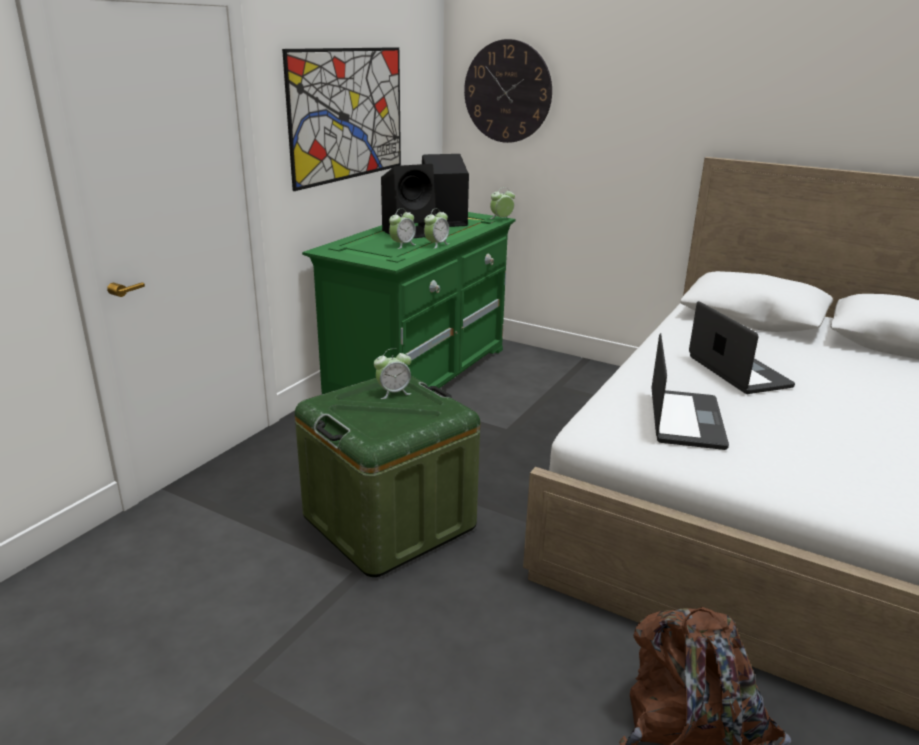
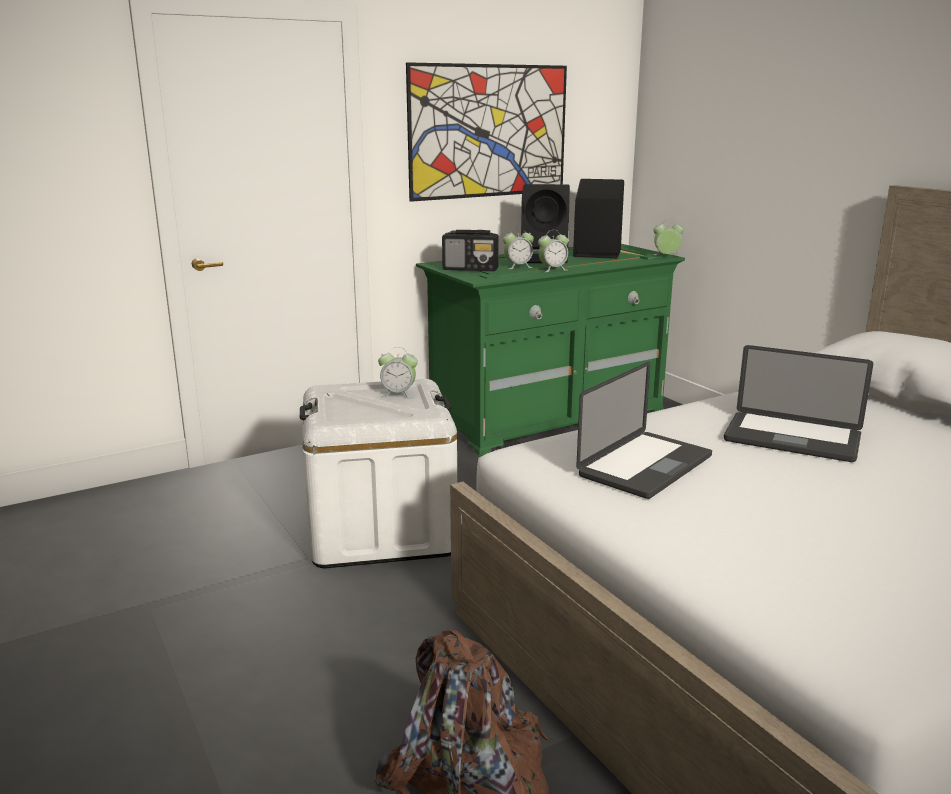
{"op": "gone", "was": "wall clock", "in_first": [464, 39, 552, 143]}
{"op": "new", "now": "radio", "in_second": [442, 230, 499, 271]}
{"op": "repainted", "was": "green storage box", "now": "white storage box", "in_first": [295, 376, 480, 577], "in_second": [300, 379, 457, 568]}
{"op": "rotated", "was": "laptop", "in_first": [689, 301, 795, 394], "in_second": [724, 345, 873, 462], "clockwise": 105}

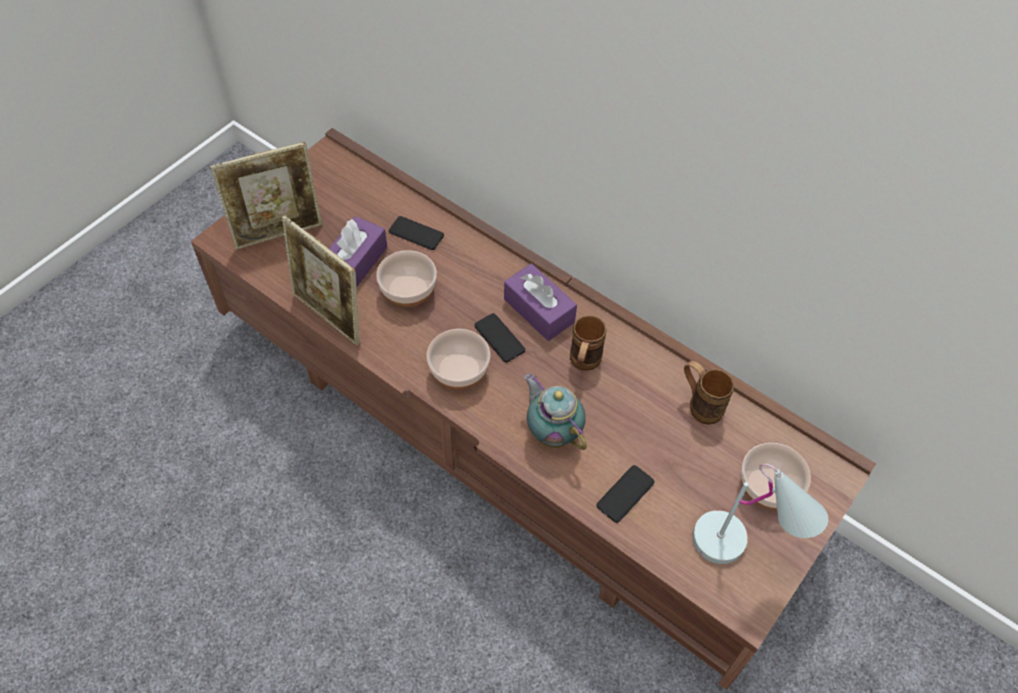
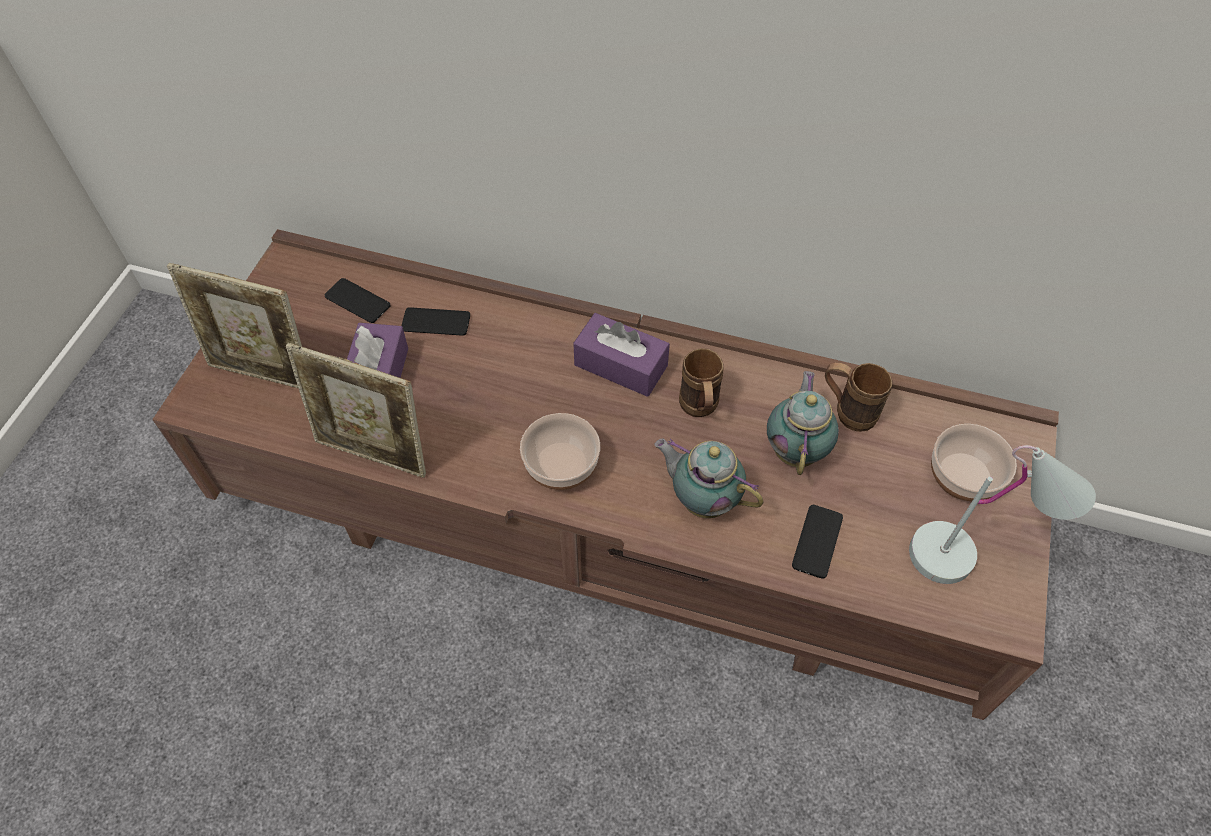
{"op": "gone", "was": "bowl", "in_first": [376, 250, 437, 307]}
{"op": "new", "now": "teapot", "in_second": [767, 371, 839, 475]}
{"op": "shifted", "was": "phone", "in_first": [474, 313, 525, 362], "in_second": [325, 278, 391, 323]}
{"op": "rotated", "was": "picture frame", "in_first": [210, 142, 323, 250], "in_second": [167, 263, 302, 388], "clockwise": 60}

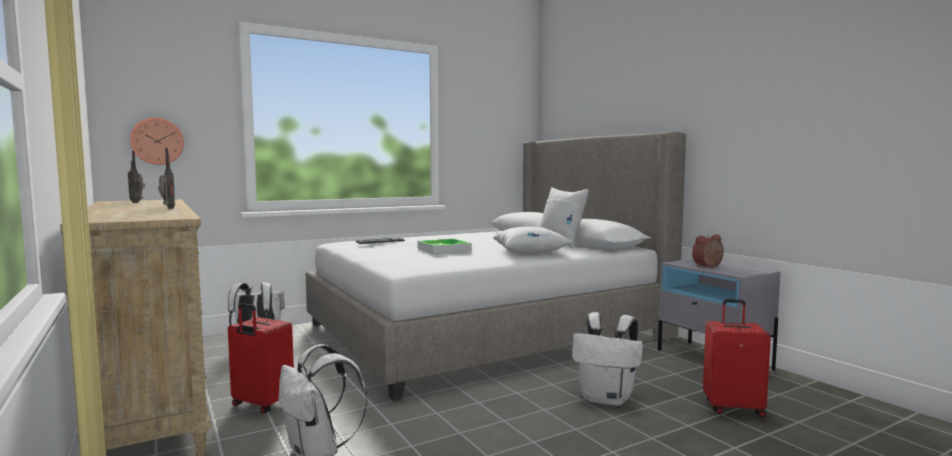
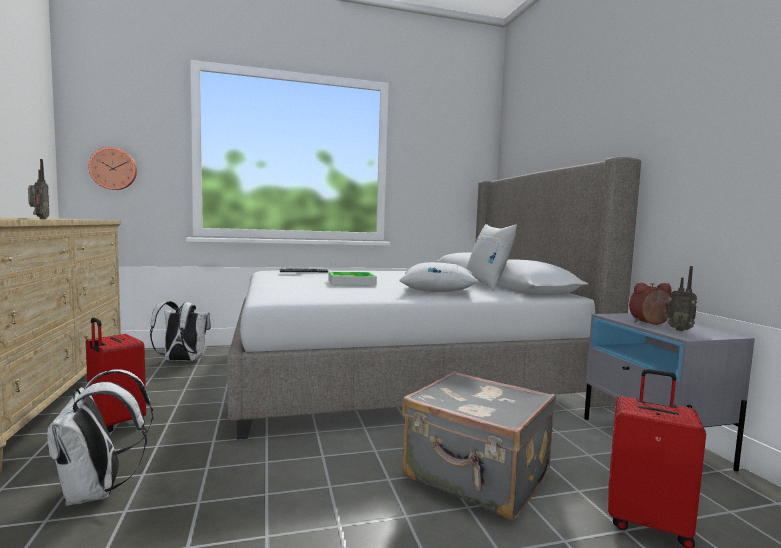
{"op": "shifted", "was": "radio", "in_first": [128, 151, 145, 203], "in_second": [665, 266, 697, 331]}
{"op": "swapped", "was": "white backpack", "now": "grey suitcase", "in_first": [572, 312, 643, 406], "in_second": [402, 371, 556, 520]}

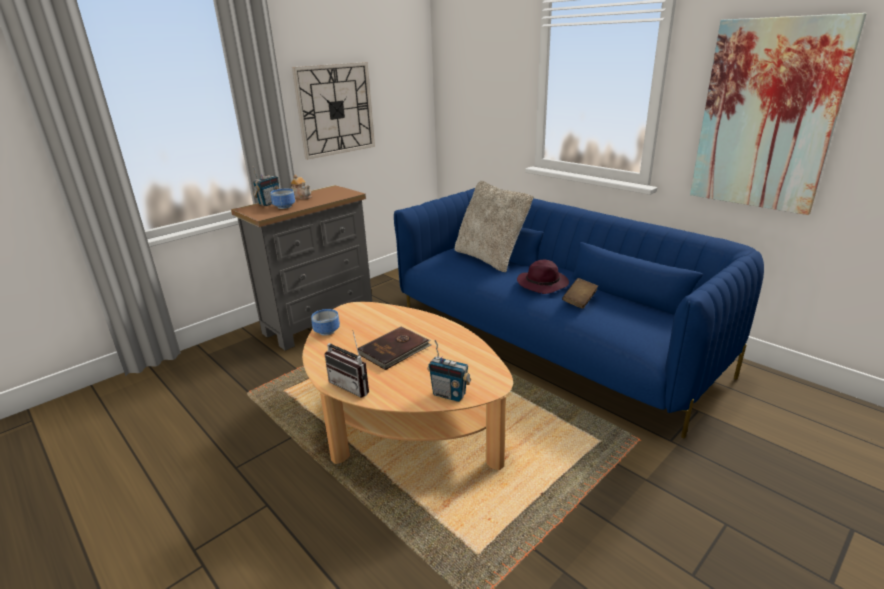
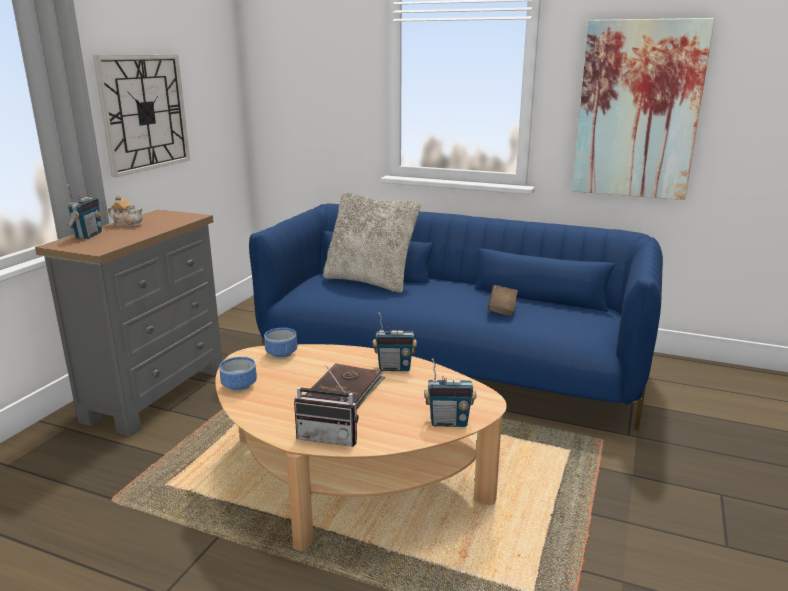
{"op": "gone", "was": "purple hat", "in_first": [517, 260, 569, 294]}
{"op": "new", "now": "radio", "in_second": [373, 312, 417, 371]}
{"op": "shifted", "was": "bowl", "in_first": [270, 189, 295, 209], "in_second": [264, 328, 297, 359]}

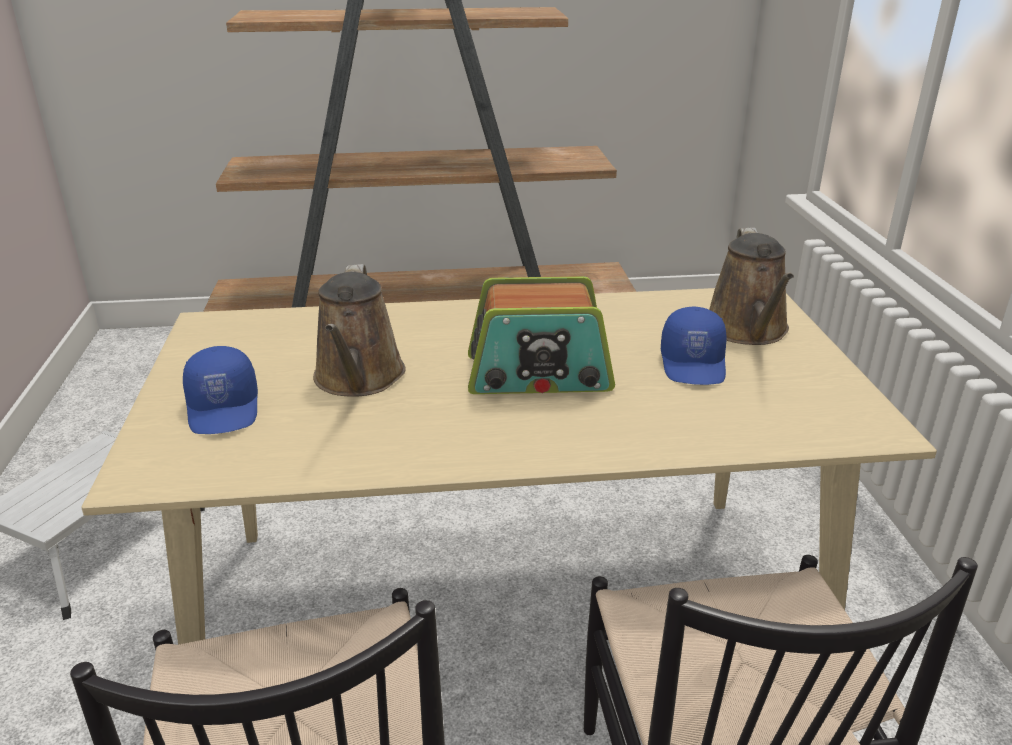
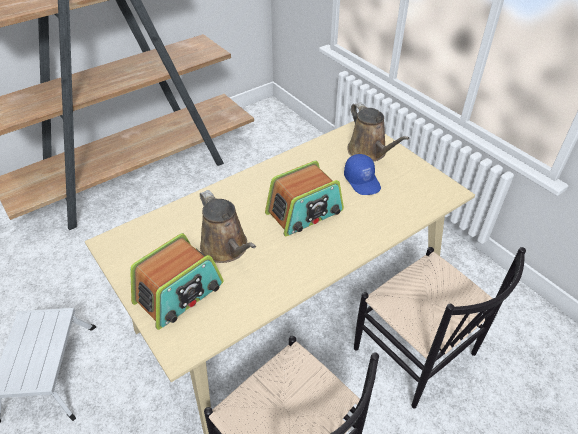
{"op": "swapped", "was": "blue cap", "now": "radio", "in_first": [183, 346, 258, 434], "in_second": [130, 233, 223, 330]}

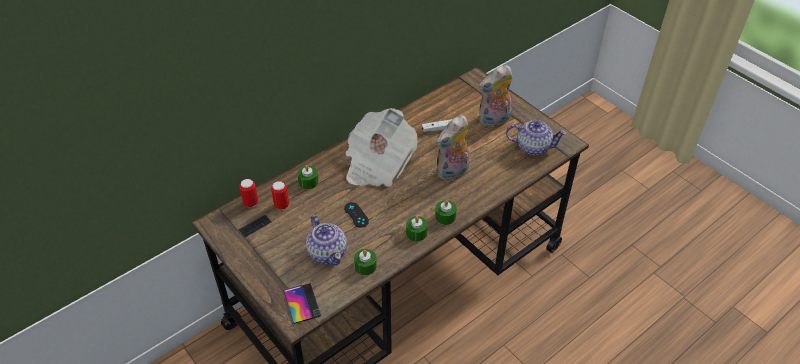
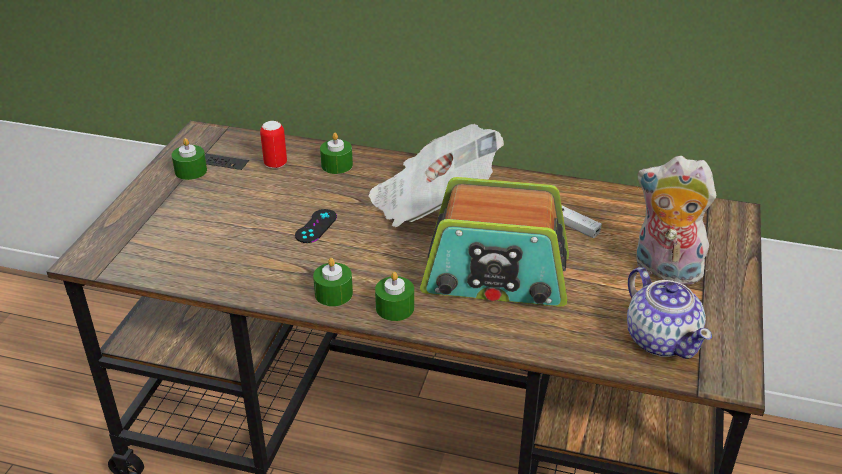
{"op": "gone", "was": "can", "in_first": [239, 179, 258, 207]}
{"op": "gone", "was": "phone", "in_first": [283, 283, 321, 324]}
{"op": "gone", "was": "teapot", "in_first": [306, 215, 347, 266]}
{"op": "shifted", "was": "green candle", "in_first": [354, 249, 377, 275], "in_second": [172, 138, 207, 180]}
{"op": "swapped", "was": "plush toy", "now": "radio", "in_first": [436, 115, 470, 181], "in_second": [420, 177, 569, 307]}

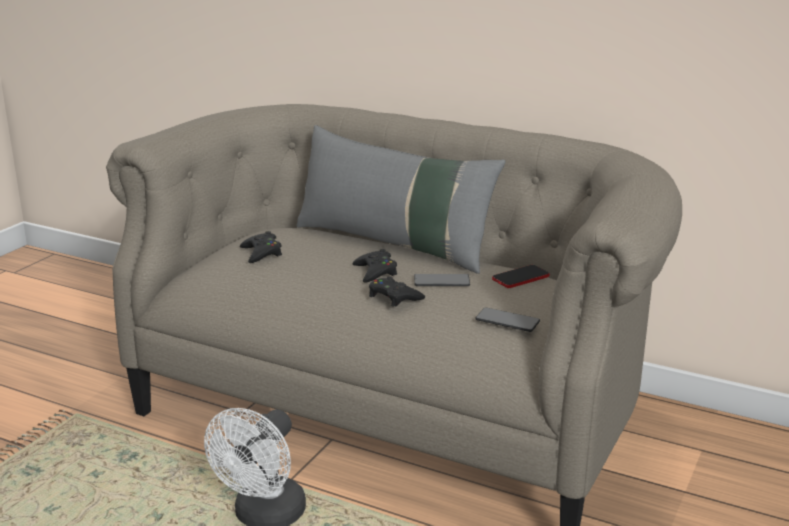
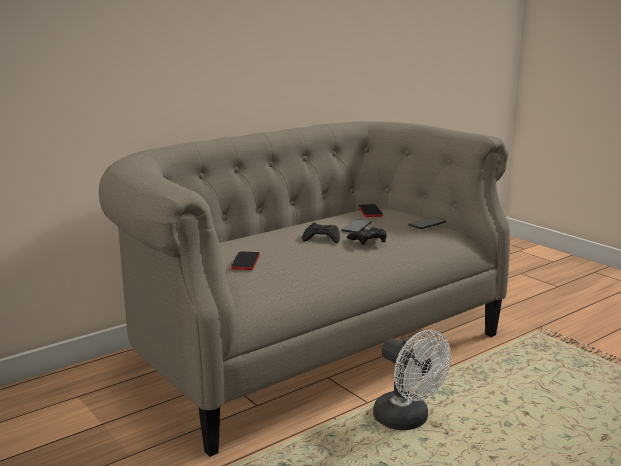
{"op": "gone", "was": "grey pillow", "in_first": [296, 125, 506, 274]}
{"op": "swapped", "was": "black game controller", "now": "phone", "in_first": [240, 231, 282, 263], "in_second": [231, 251, 260, 270]}

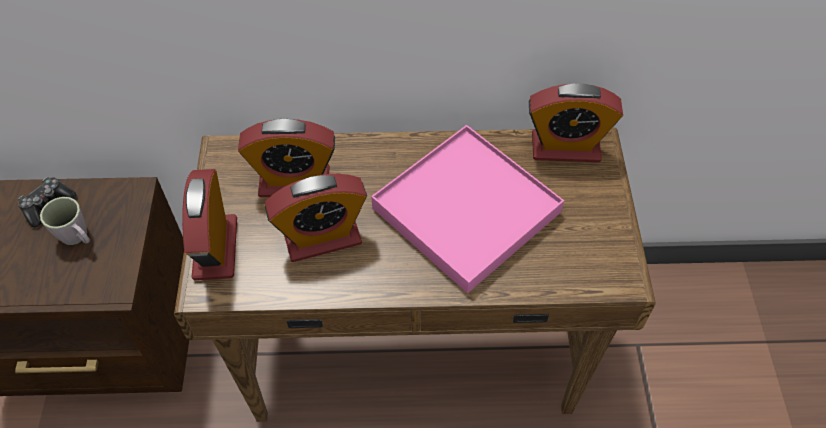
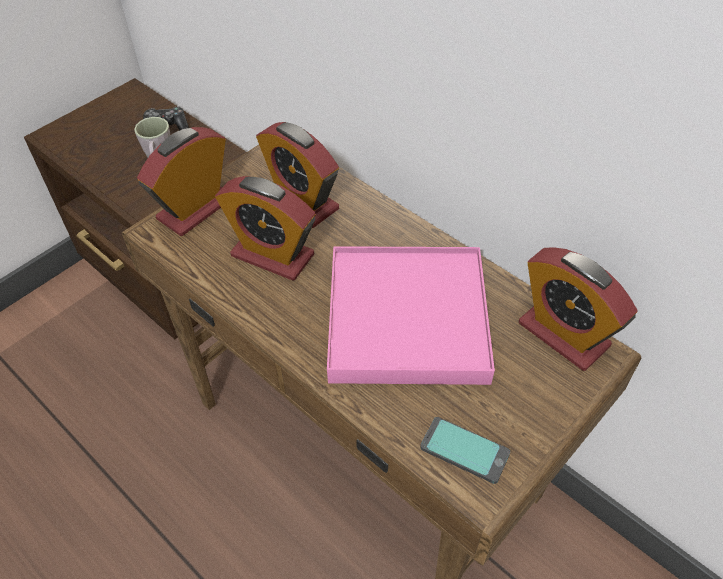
{"op": "new", "now": "phone", "in_second": [420, 417, 510, 484]}

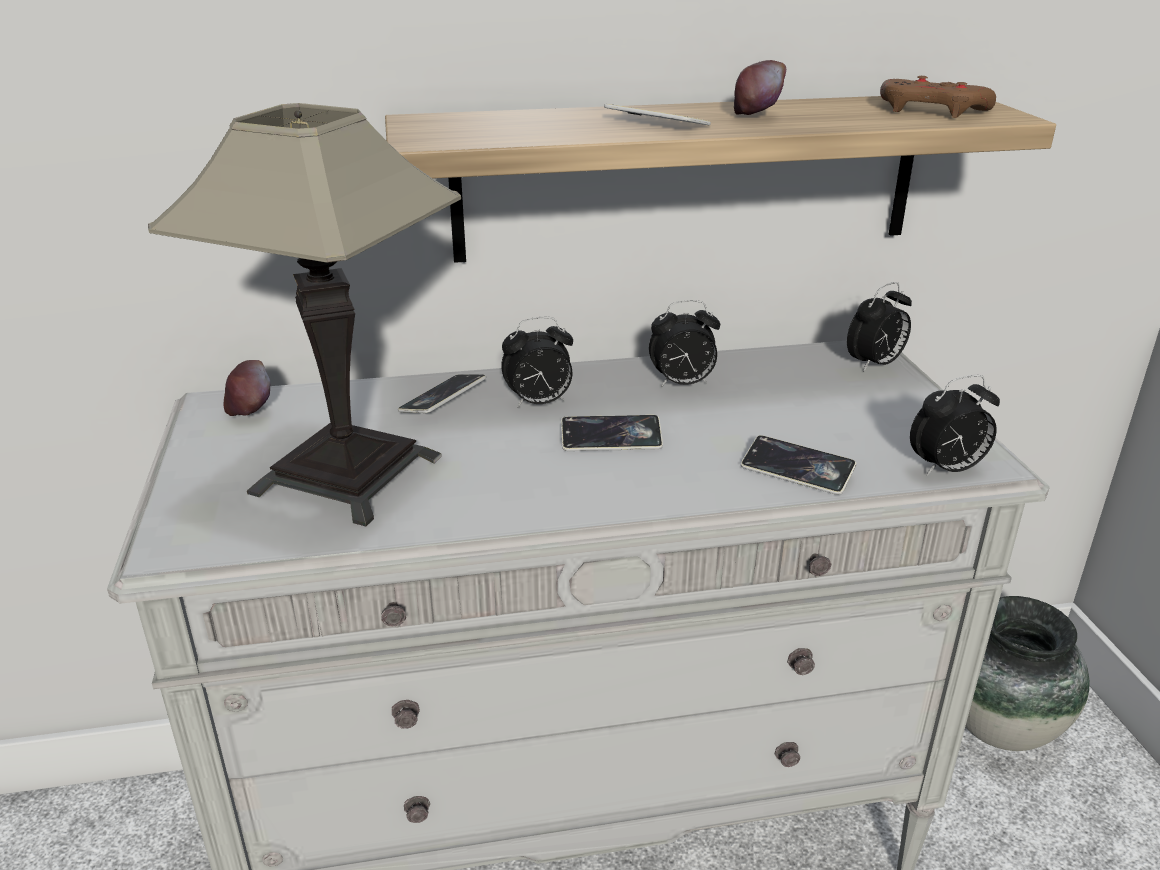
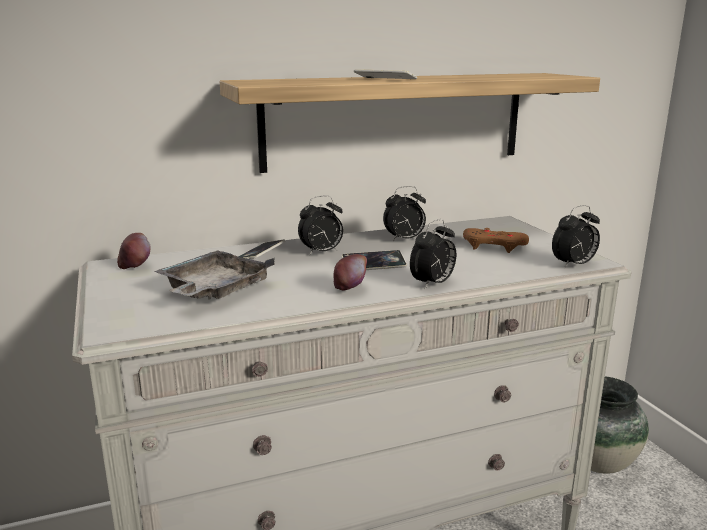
{"op": "gone", "was": "phone", "in_first": [741, 435, 856, 495]}
{"op": "shifted", "was": "apple", "in_first": [734, 60, 786, 115], "in_second": [333, 254, 367, 290]}
{"op": "shifted", "was": "alarm clock", "in_first": [847, 282, 912, 372], "in_second": [410, 219, 456, 289]}
{"op": "shifted", "was": "brown game controller", "in_first": [880, 76, 996, 118], "in_second": [463, 228, 529, 253]}
{"op": "swapped", "was": "table lamp", "now": "grey tray", "in_first": [148, 103, 461, 526], "in_second": [154, 250, 275, 300]}

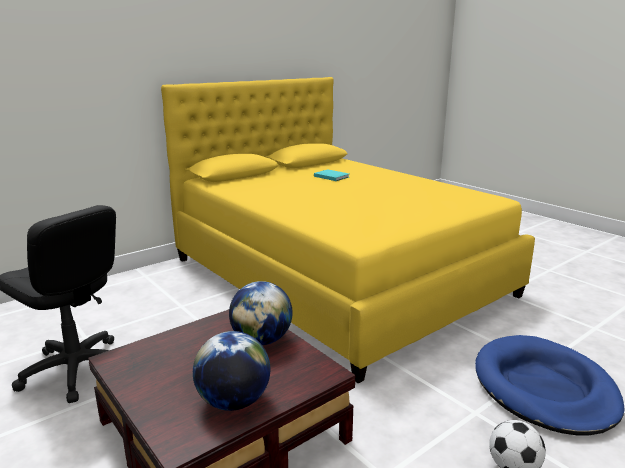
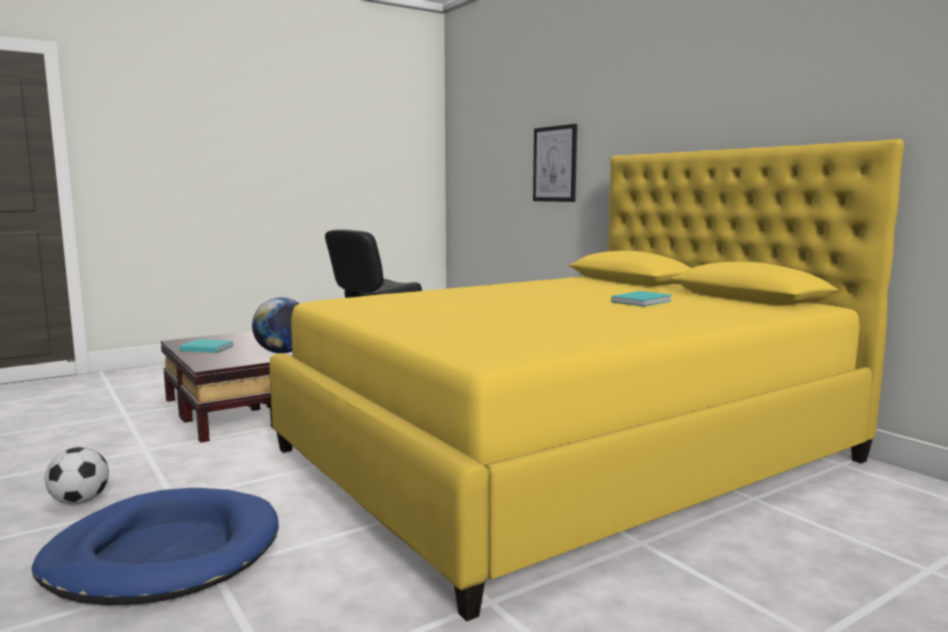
{"op": "new", "now": "picture", "in_second": [533, 124, 577, 202]}
{"op": "swapped", "was": "globe", "now": "turquoise book", "in_first": [193, 331, 270, 411], "in_second": [179, 339, 234, 353]}

